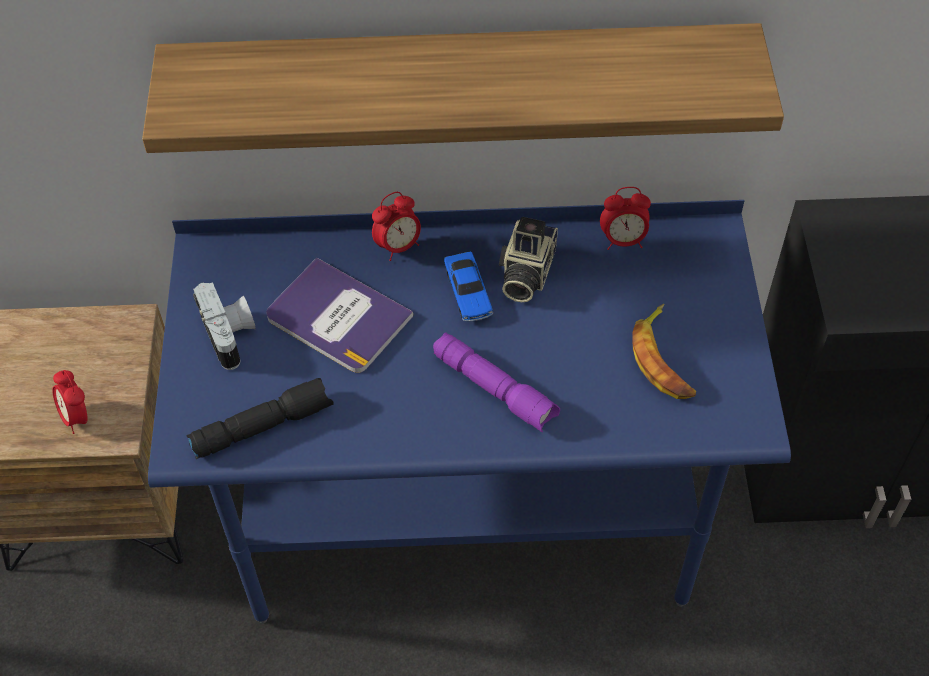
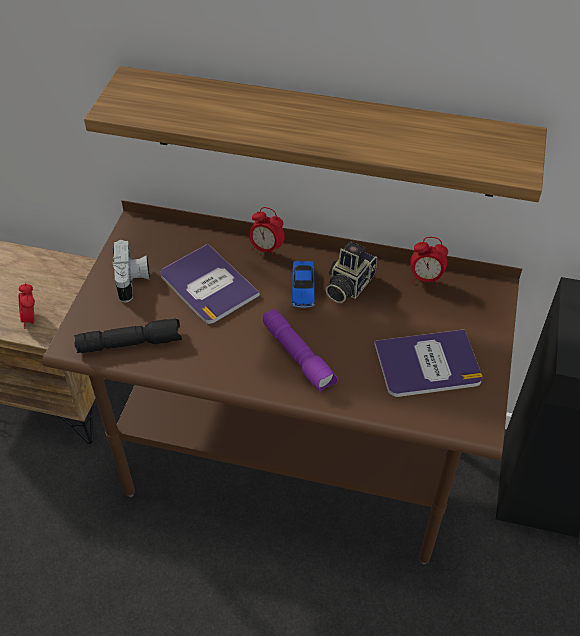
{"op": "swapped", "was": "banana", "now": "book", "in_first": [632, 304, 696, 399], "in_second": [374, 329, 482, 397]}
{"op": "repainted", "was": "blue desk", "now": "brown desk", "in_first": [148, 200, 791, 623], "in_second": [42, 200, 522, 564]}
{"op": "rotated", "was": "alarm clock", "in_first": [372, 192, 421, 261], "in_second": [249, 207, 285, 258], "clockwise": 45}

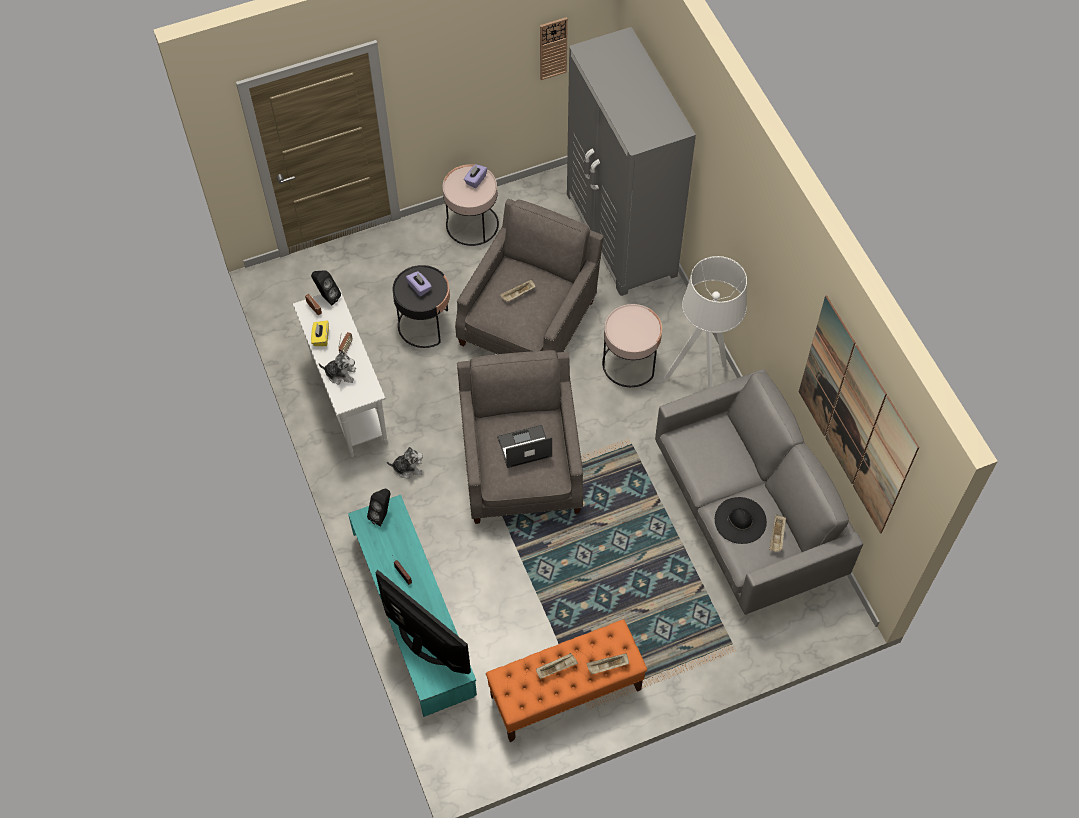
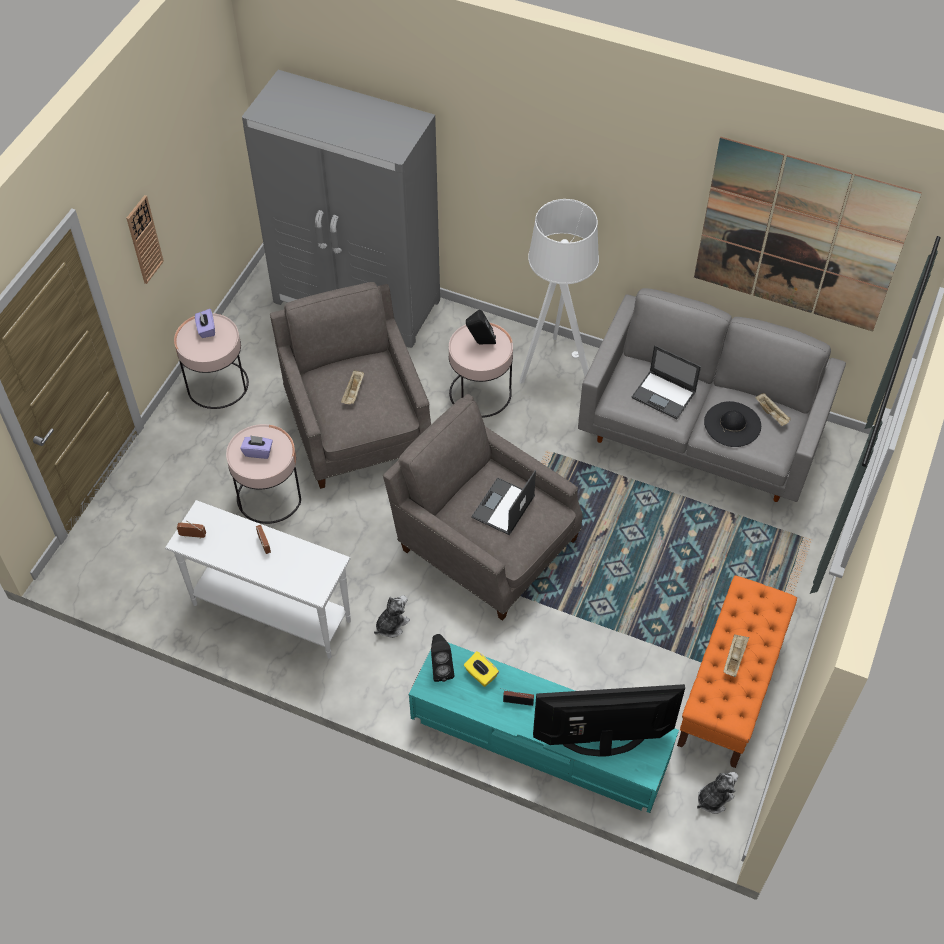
{"op": "gone", "was": "beige tray", "in_first": [587, 653, 629, 674]}
{"op": "new", "now": "laptop", "in_second": [632, 345, 701, 419]}
{"op": "shifted", "was": "black speaker", "in_first": [311, 270, 341, 305], "in_second": [466, 310, 496, 344]}
{"op": "shifted", "was": "yellow tissue box", "in_first": [311, 320, 329, 346], "in_second": [464, 651, 499, 687]}
{"op": "shifted", "was": "plush toy", "in_first": [319, 351, 356, 384], "in_second": [697, 772, 738, 814]}
{"op": "shifted", "was": "wall clock", "in_first": [540, 17, 568, 80], "in_second": [126, 195, 164, 284]}
{"op": "repainted", "was": "black side table", "now": "pink side table", "in_first": [392, 265, 450, 348], "in_second": [226, 424, 301, 524]}

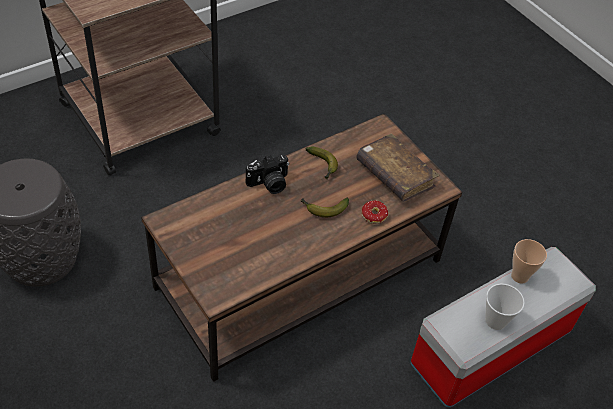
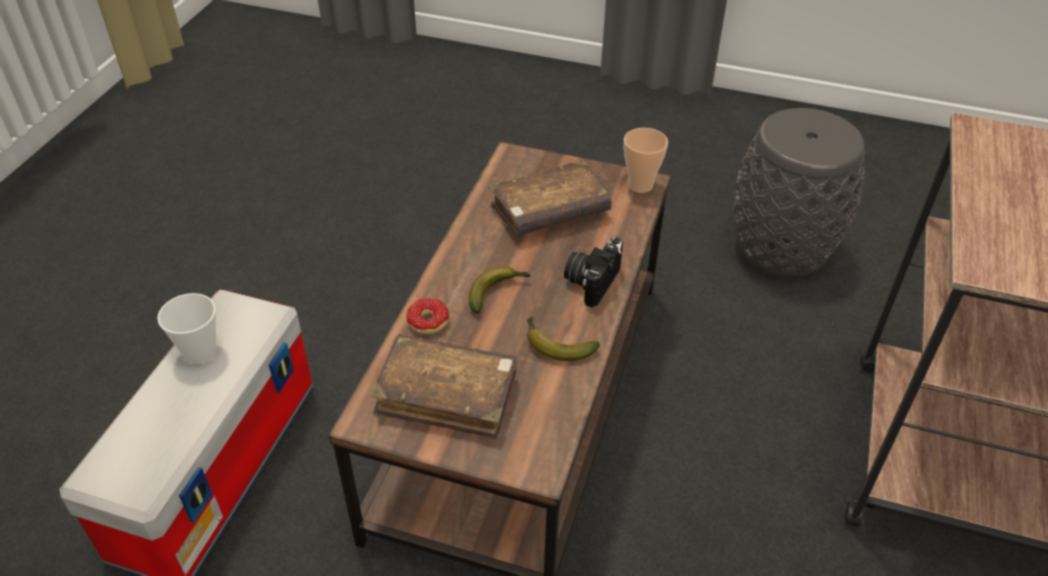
{"op": "new", "now": "brown book", "in_second": [488, 159, 612, 236]}
{"op": "shifted", "was": "cup", "in_first": [511, 239, 547, 284], "in_second": [624, 128, 668, 193]}

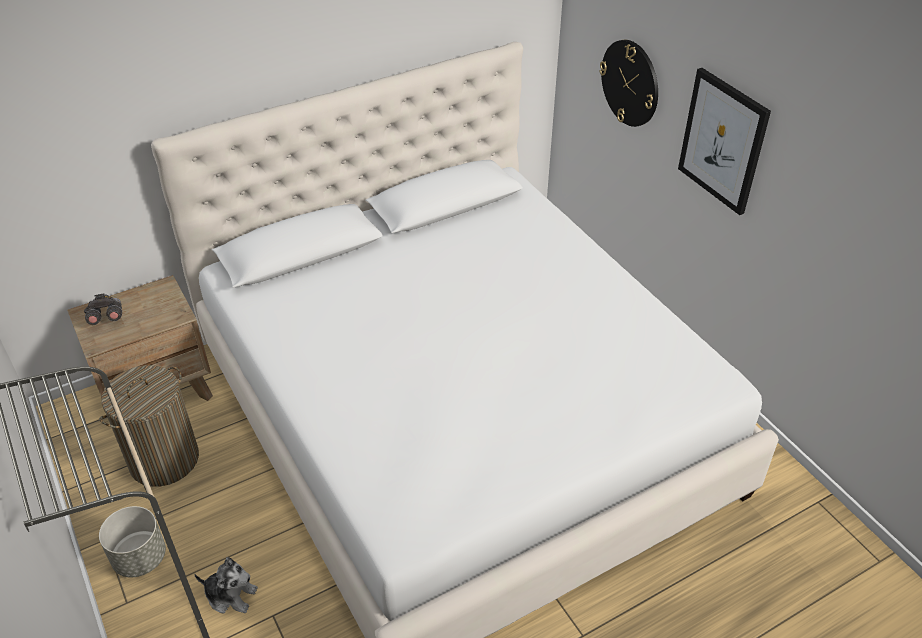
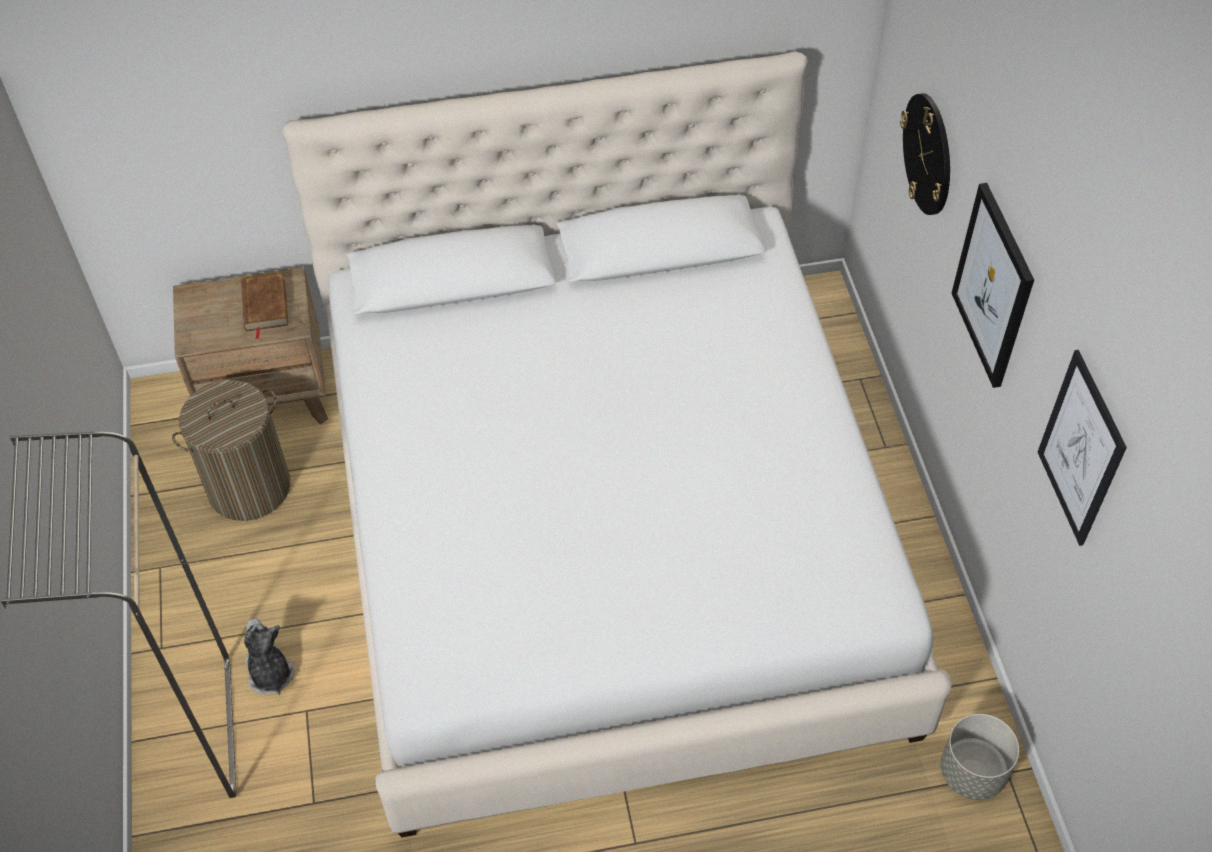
{"op": "gone", "was": "grey binoculars", "in_first": [84, 293, 122, 325]}
{"op": "new", "now": "brown book", "in_second": [241, 272, 288, 339]}
{"op": "new", "now": "picture", "in_second": [1038, 350, 1127, 546]}
{"op": "shifted", "was": "grey planter", "in_first": [99, 506, 166, 577], "in_second": [941, 714, 1019, 800]}
{"op": "rotated", "was": "plush toy", "in_first": [194, 557, 258, 614], "in_second": [244, 618, 294, 695], "clockwise": -150}

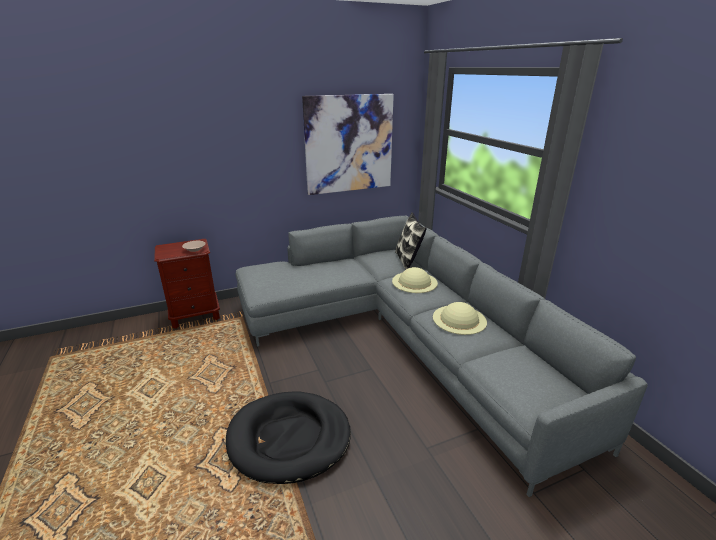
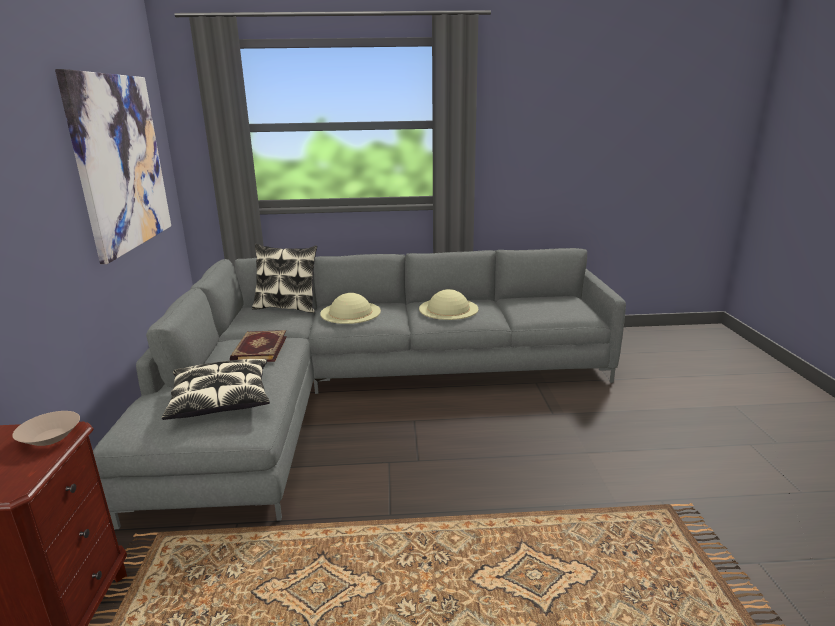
{"op": "gone", "was": "black dog bed", "in_first": [226, 391, 351, 484]}
{"op": "new", "now": "pillow", "in_second": [162, 359, 270, 420]}
{"op": "new", "now": "book", "in_second": [230, 330, 287, 362]}

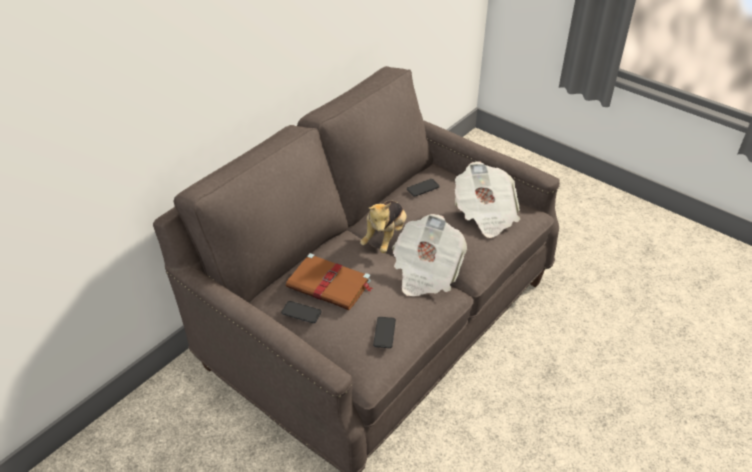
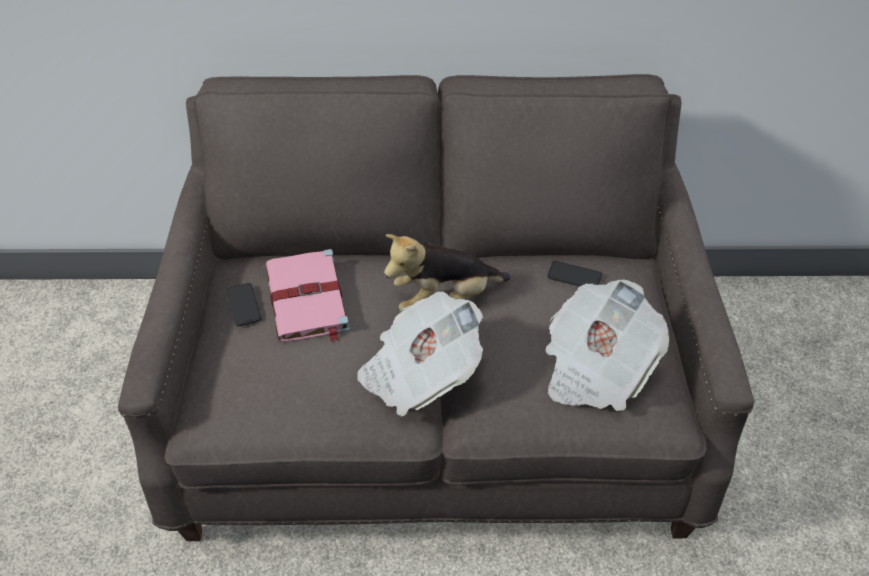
{"op": "gone", "was": "phone", "in_first": [373, 317, 396, 348]}
{"op": "repainted", "was": "brown book", "now": "pink book", "in_first": [286, 253, 373, 310], "in_second": [266, 249, 350, 342]}

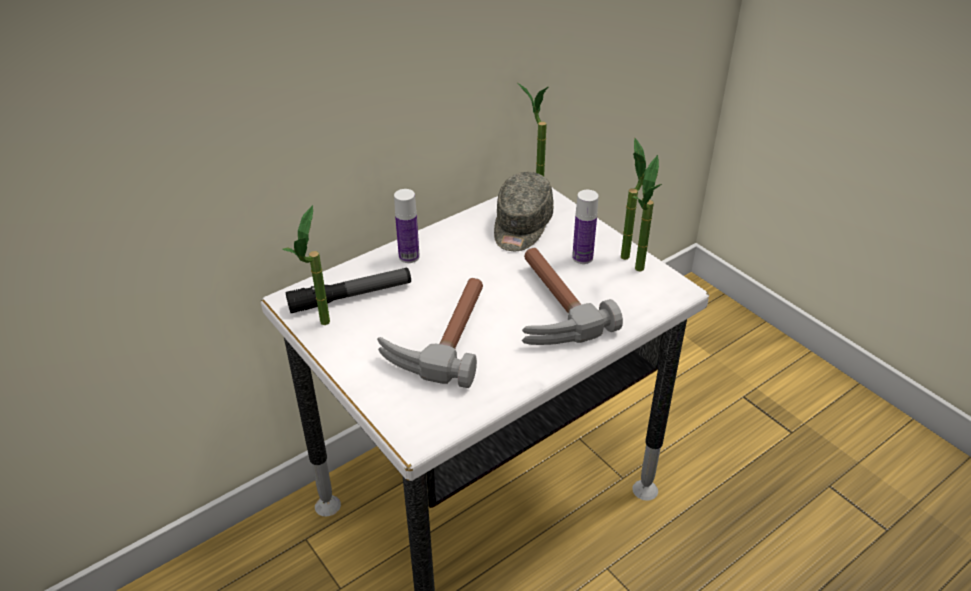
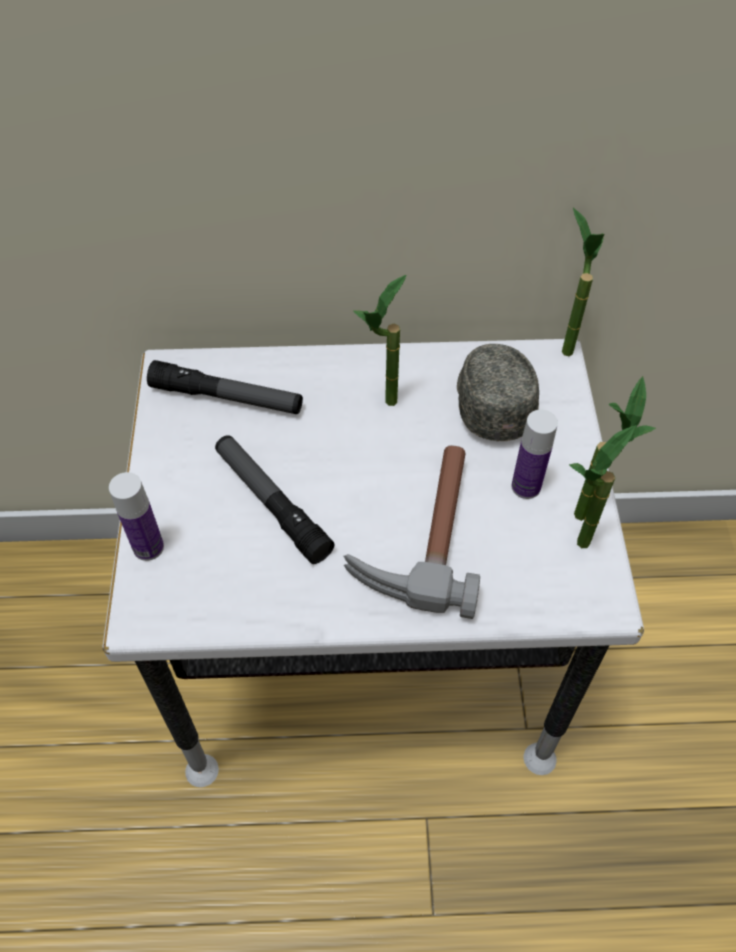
{"op": "shifted", "was": "potted plant", "in_first": [283, 205, 330, 325], "in_second": [353, 275, 407, 406]}
{"op": "shifted", "was": "bottle", "in_first": [394, 189, 420, 263], "in_second": [109, 472, 164, 561]}
{"op": "swapped", "was": "hammer", "now": "flashlight", "in_first": [377, 278, 483, 388], "in_second": [215, 435, 335, 564]}
{"op": "rotated", "was": "grey cap", "in_first": [494, 172, 554, 251], "in_second": [457, 344, 539, 441], "clockwise": 120}

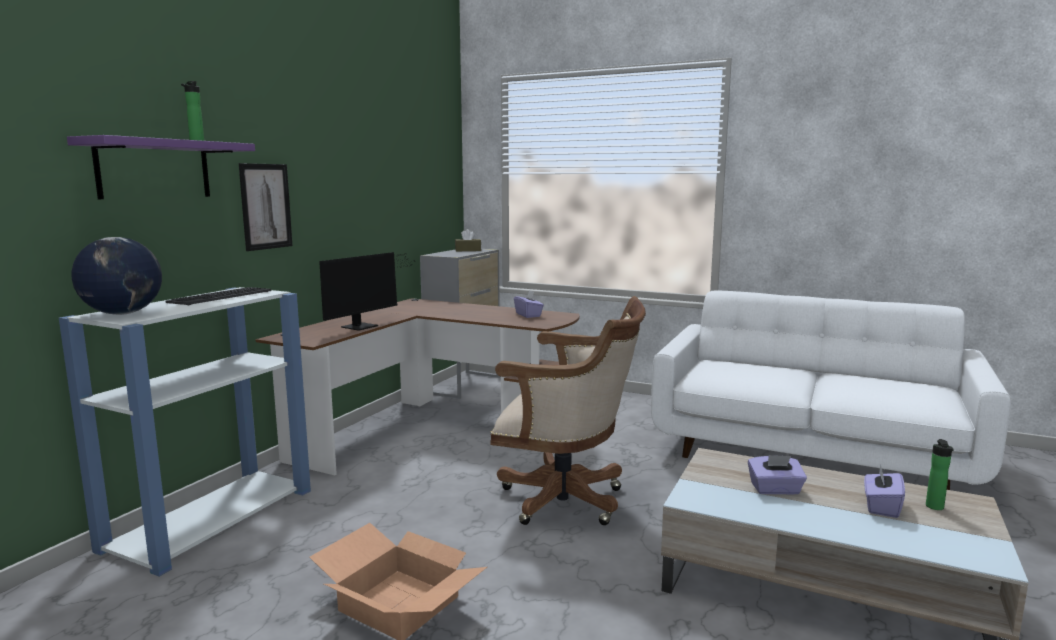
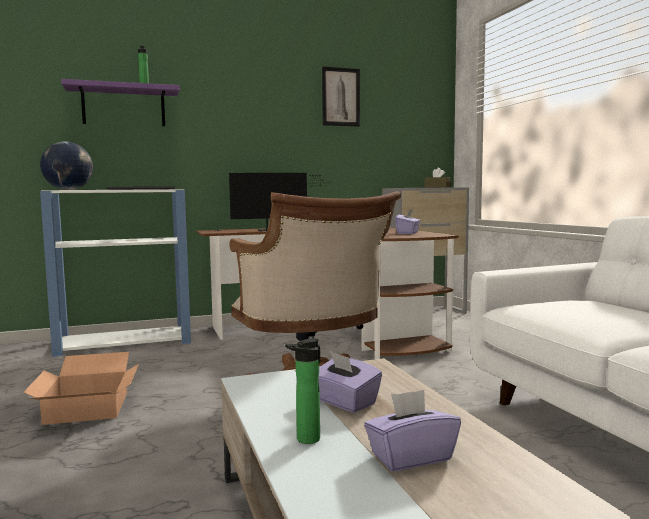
{"op": "shifted", "was": "picture", "in_first": [239, 163, 293, 251], "in_second": [322, 66, 360, 127]}
{"op": "shifted", "was": "bottle", "in_first": [926, 439, 954, 510], "in_second": [285, 339, 320, 444]}

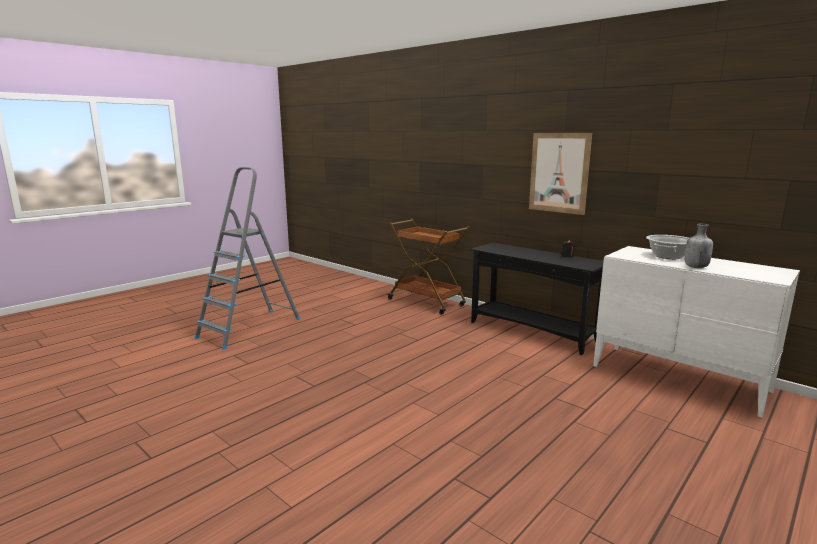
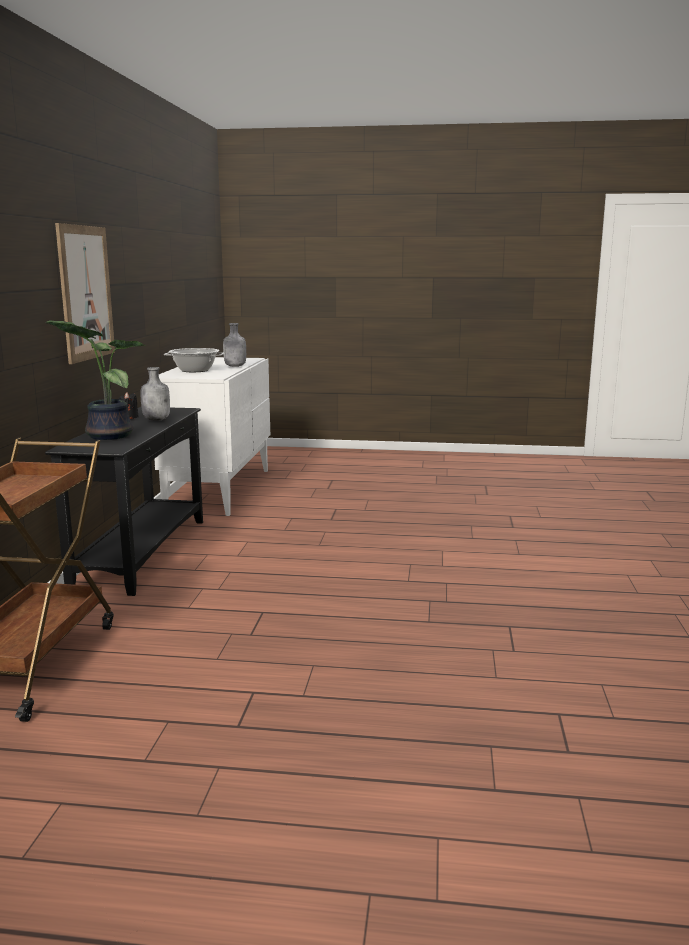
{"op": "gone", "was": "grey step ladder", "in_first": [194, 167, 300, 350]}
{"op": "new", "now": "potted plant", "in_second": [45, 320, 144, 440]}
{"op": "new", "now": "grey bottle", "in_second": [141, 367, 170, 421]}

